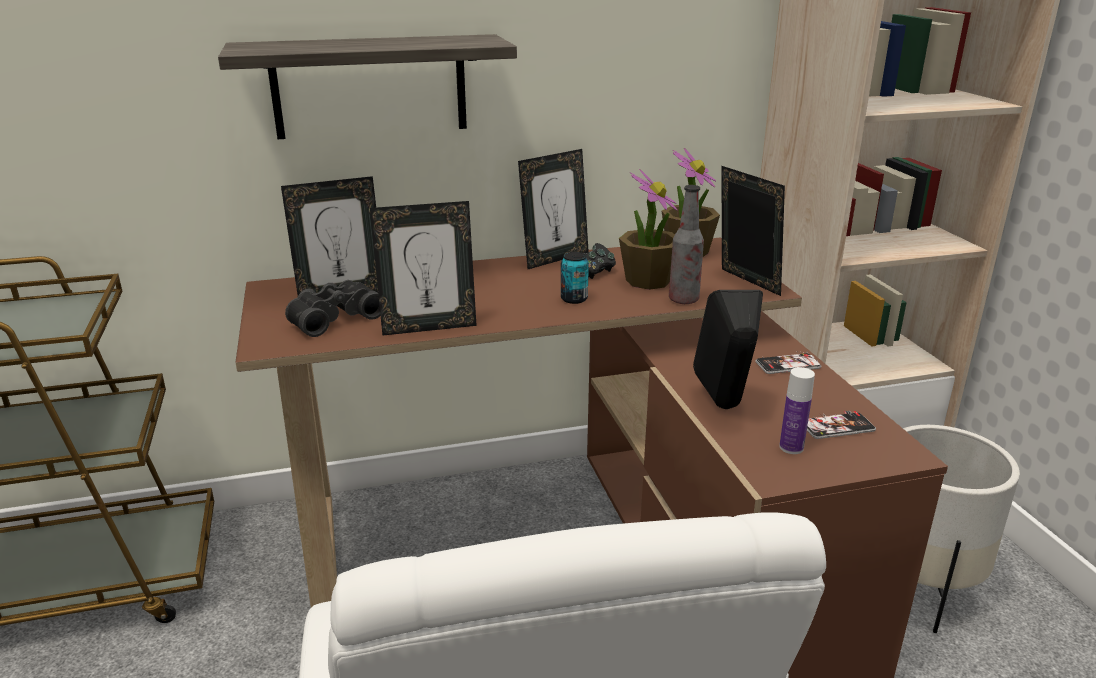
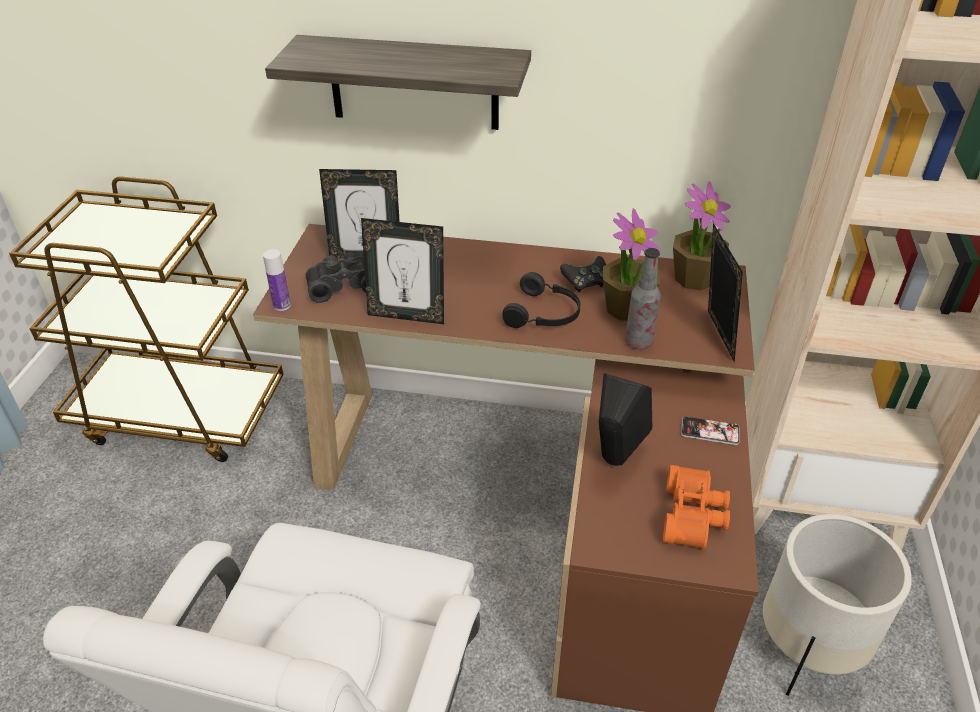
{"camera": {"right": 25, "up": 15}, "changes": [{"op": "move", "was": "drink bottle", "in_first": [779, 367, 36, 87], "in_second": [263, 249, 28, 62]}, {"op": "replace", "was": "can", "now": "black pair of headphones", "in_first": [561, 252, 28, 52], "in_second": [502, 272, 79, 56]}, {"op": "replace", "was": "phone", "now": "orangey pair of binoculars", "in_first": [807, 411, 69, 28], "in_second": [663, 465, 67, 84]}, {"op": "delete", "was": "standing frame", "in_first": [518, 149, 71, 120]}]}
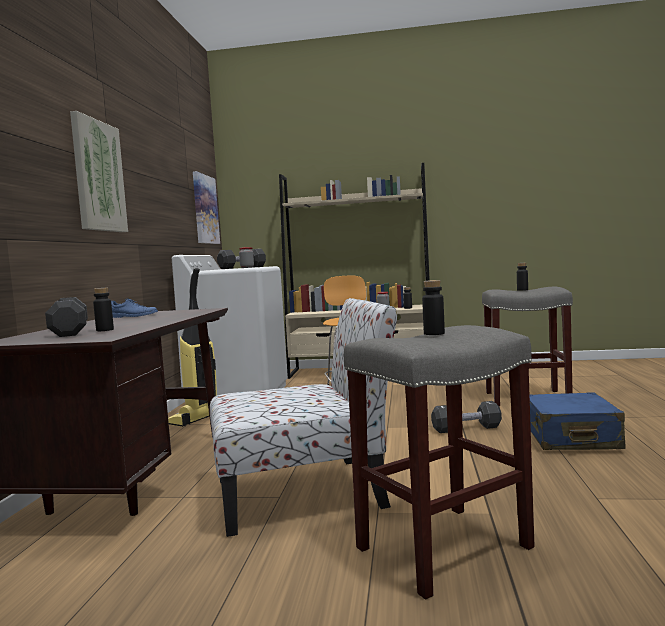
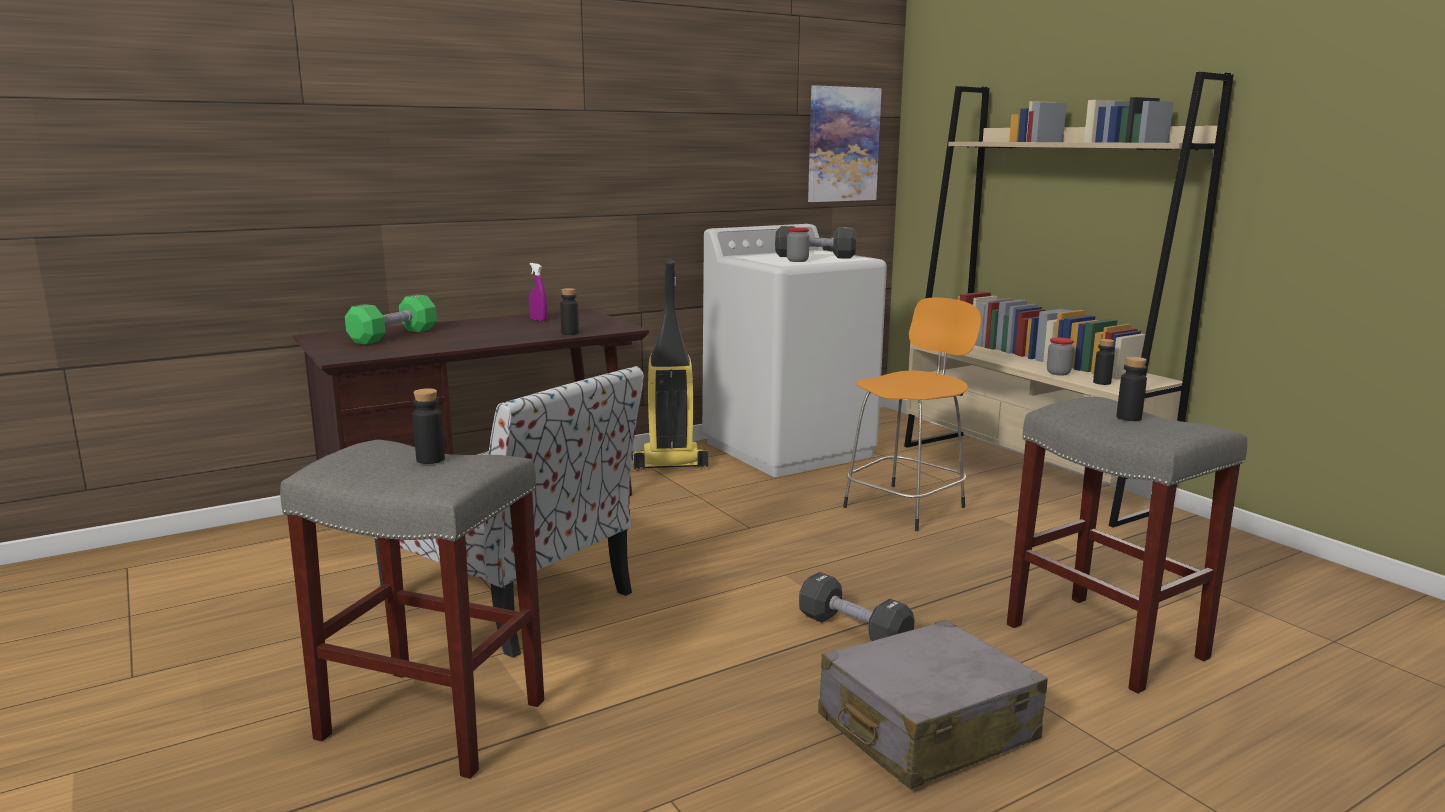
{"camera": {"right": 50, "up": 10}, "changes": [{"op": "recolor", "was": "black hand weight", "now": "green-coloured hand weight", "in_first": [45, 297, 43, 40], "in_second": [345, 295, 92, 50]}, {"op": "replace", "was": "blue-coloured item of footwear", "now": "purple-coloured spray bottle", "in_first": [111, 298, 47, 20], "in_second": [529, 263, 18, 58]}, {"op": "move", "was": "black drink bottle", "in_first": [93, 288, 21, 43], "in_second": [560, 288, 19, 47]}, {"op": "recolor", "was": "blue-coloured piece of luggage", "now": "gray piece of luggage", "in_first": [530, 392, 96, 58], "in_second": [818, 620, 230, 169]}, {"op": "delete", "was": "wall picture", "in_first": [70, 111, 58, 121]}]}
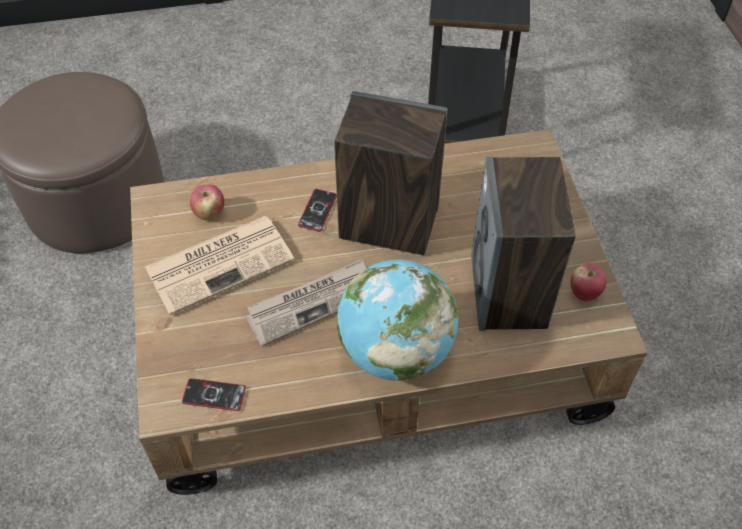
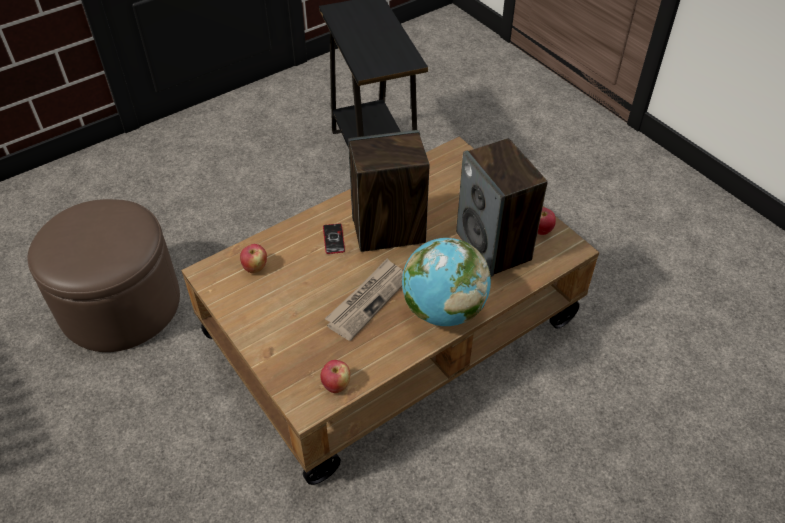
{"camera": {"right": -25, "up": -5}, "changes": [{"op": "replace", "was": "phone", "now": "apple", "in_first": [182, 378, 64, 33], "in_second": [320, 360, 30, 33]}, {"op": "delete", "was": "daily paper", "in_first": [145, 216, 150, 99]}]}
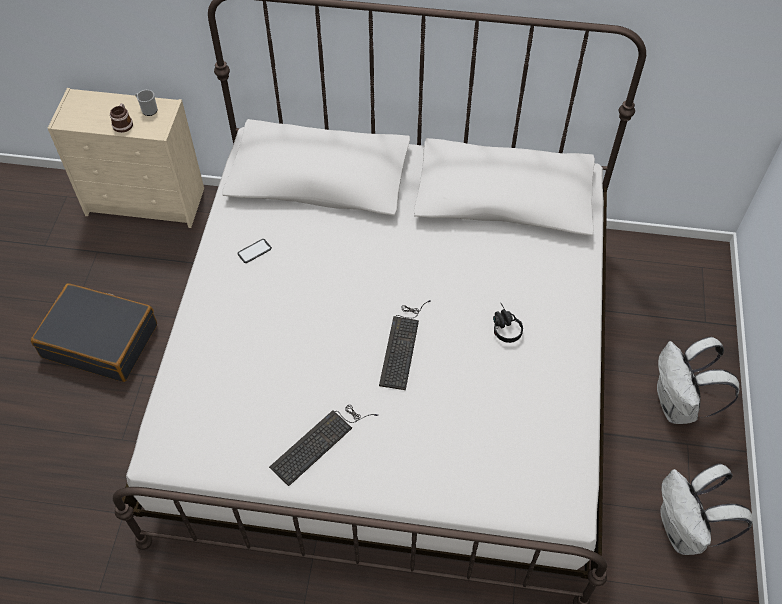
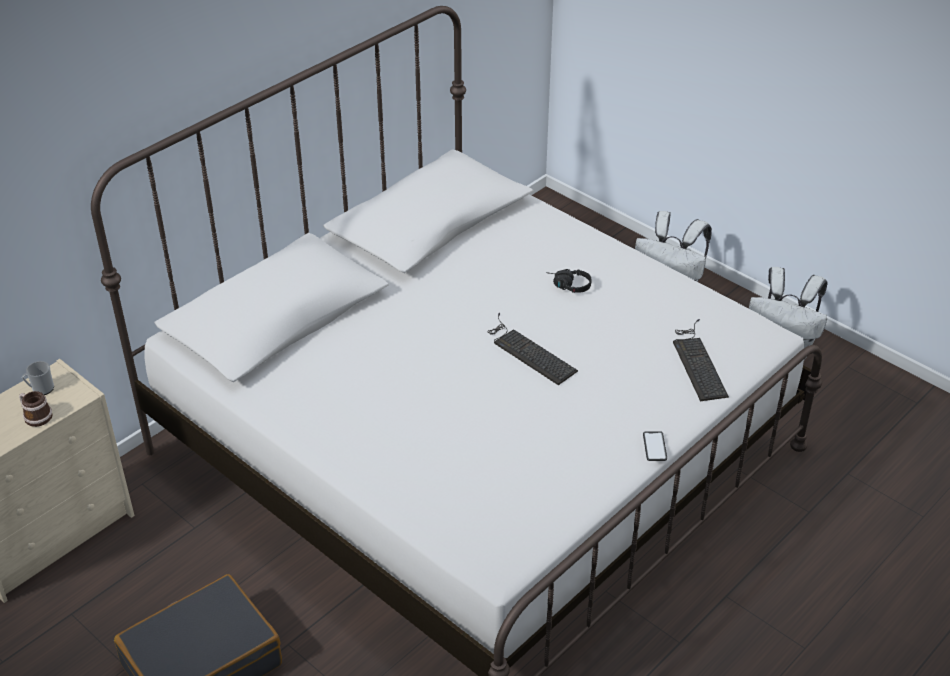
{"camera": {"right": -55, "up": -15}, "changes": [{"op": "move", "was": "phone", "in_first": [237, 239, 35, 24], "in_second": [643, 431, 24, 30]}, {"op": "move", "was": "PC keyboard", "in_first": [269, 405, 109, 81], "in_second": [673, 319, 56, 82]}]}
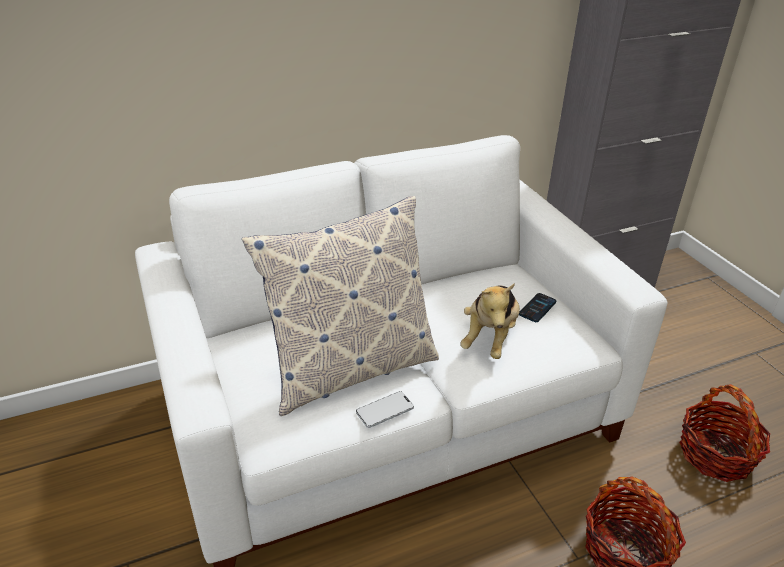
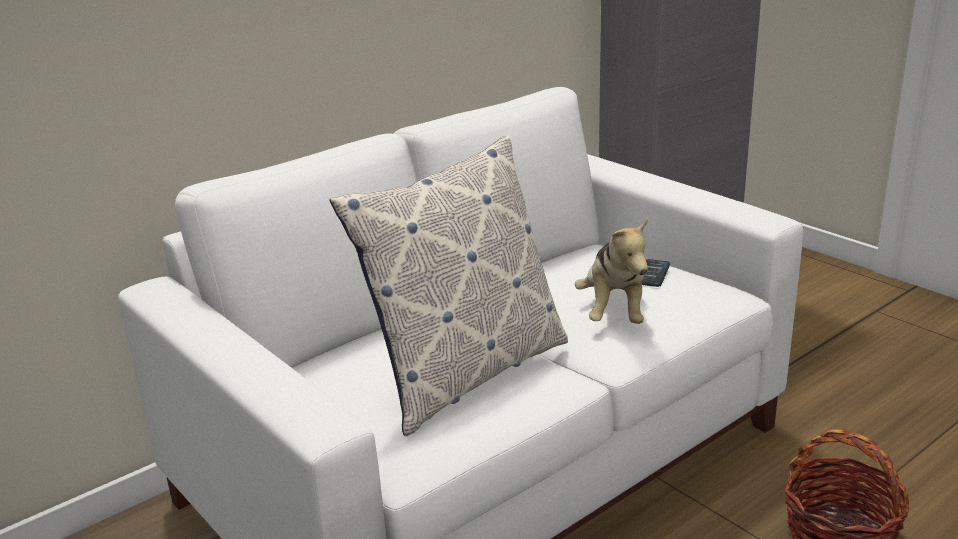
{"camera": {"right": -15, "up": -10}, "changes": [{"op": "delete", "was": "phone", "in_first": [356, 391, 58, 37]}, {"op": "delete", "was": "household basket", "in_first": [679, 384, 91, 98]}]}
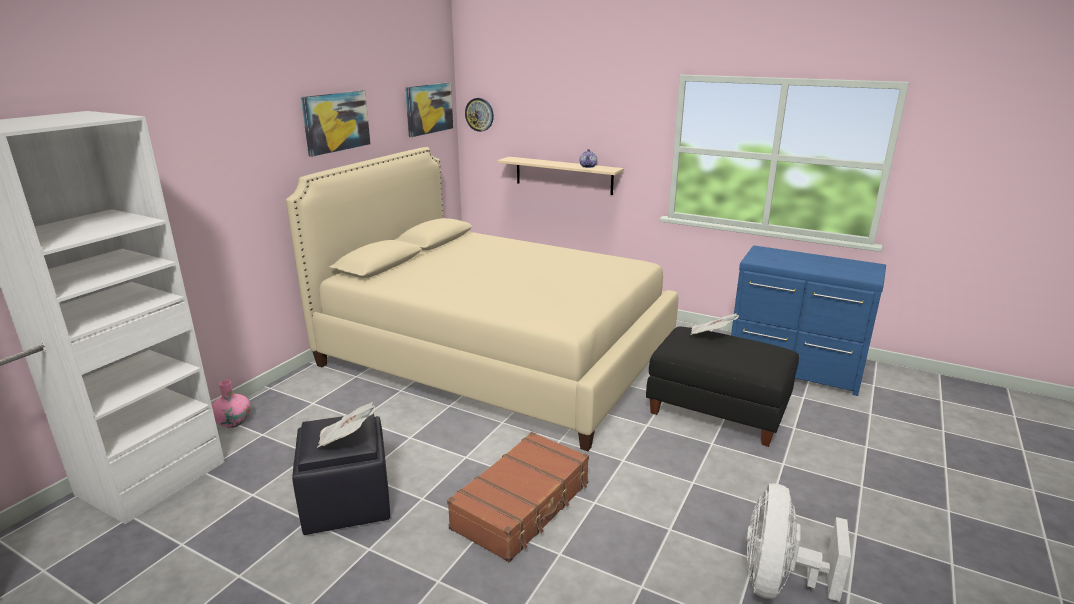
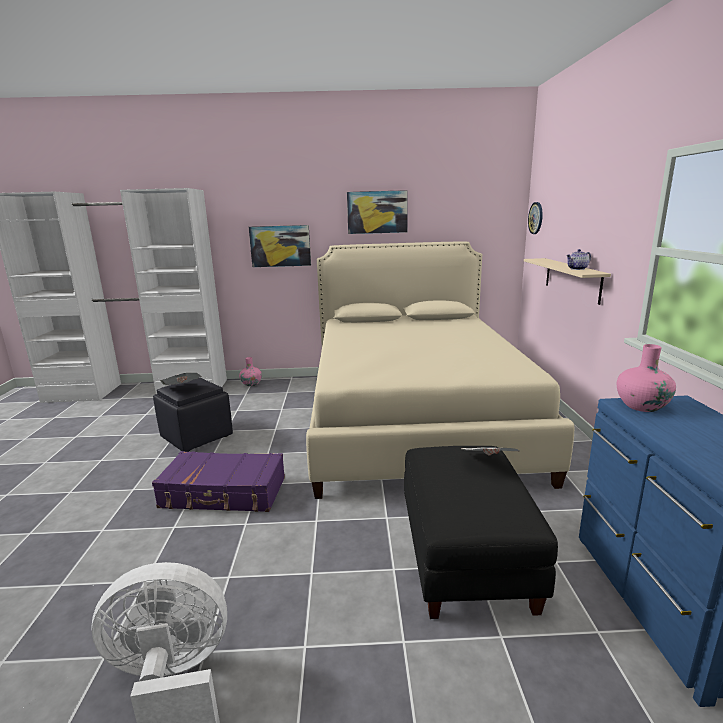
{"camera": {"right": 60, "up": -5}, "changes": [{"op": "recolor", "was": "brown-coloured piece of luggage", "now": "purple-coloured piece of luggage", "in_first": [447, 432, 142, 130], "in_second": [152, 451, 133, 61]}, {"op": "move", "was": "wall picture", "in_first": [405, 82, 48, 55], "in_second": [249, 225, 62, 42]}, {"op": "insert", "now": "pink-coloured vase", "in_second": [617, 344, 59, 68]}]}
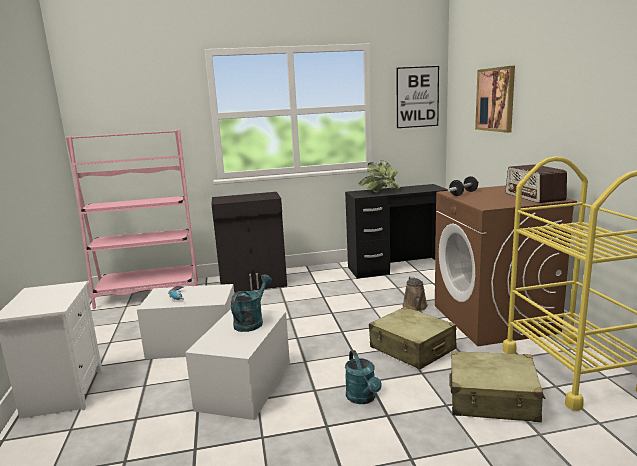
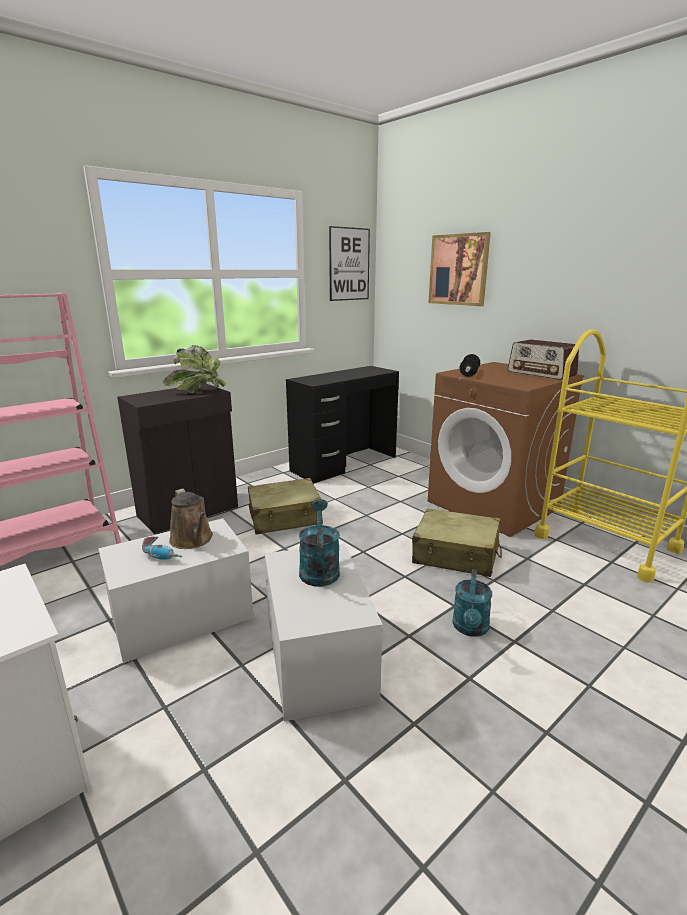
{"camera": {"right": -30, "up": 5}, "changes": [{"op": "move", "was": "plant in a pot", "in_first": [359, 160, 41, 32], "in_second": [163, 345, 64, 48]}, {"op": "move", "was": "brown-coloured watering pot", "in_first": [403, 276, 25, 35], "in_second": [169, 489, 44, 60]}, {"op": "move", "was": "beige-coloured piece of luggage", "in_first": [449, 351, 97, 71], "in_second": [248, 478, 75, 56]}, {"op": "rotate", "was": "turquoise-coloured watering pot", "in_first": [345, 350, 37, 54], "in_second": [452, 569, 40, 68], "clockwise": 60}]}
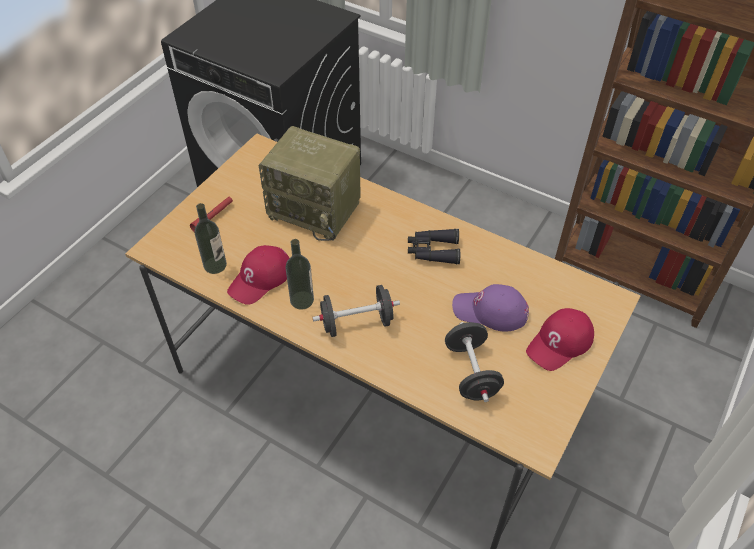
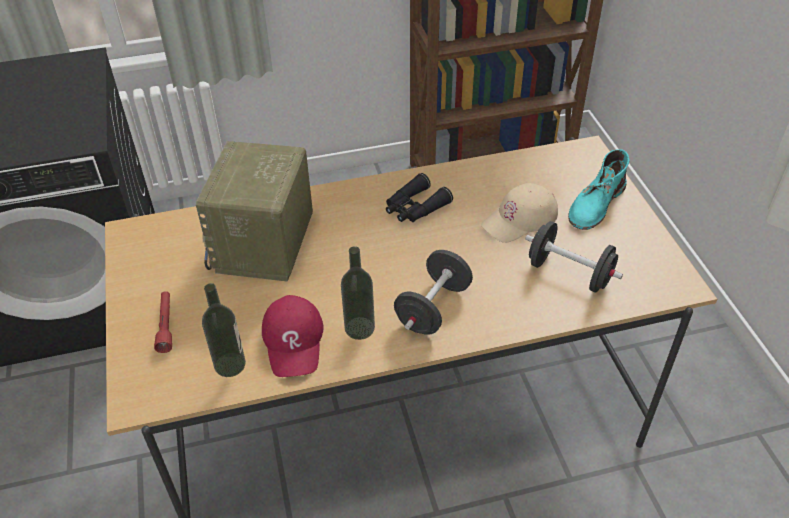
{"camera": {"right": -45, "up": -5}, "changes": [{"op": "rotate", "was": "radio", "in_first": [259, 126, 102, 115], "in_second": [196, 141, 117, 141], "clockwise": 120}, {"op": "recolor", "was": "purple-coloured peaked cap", "now": "beige-coloured peaked cap", "in_first": [452, 284, 77, 47], "in_second": [481, 183, 77, 60]}, {"op": "replace", "was": "reddish peaked cap", "now": "turquoise-coloured tall boot", "in_first": [526, 308, 68, 63], "in_second": [568, 149, 62, 81]}]}
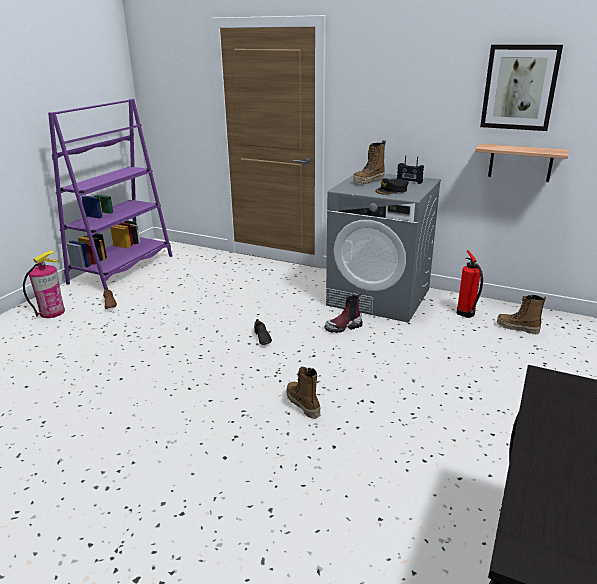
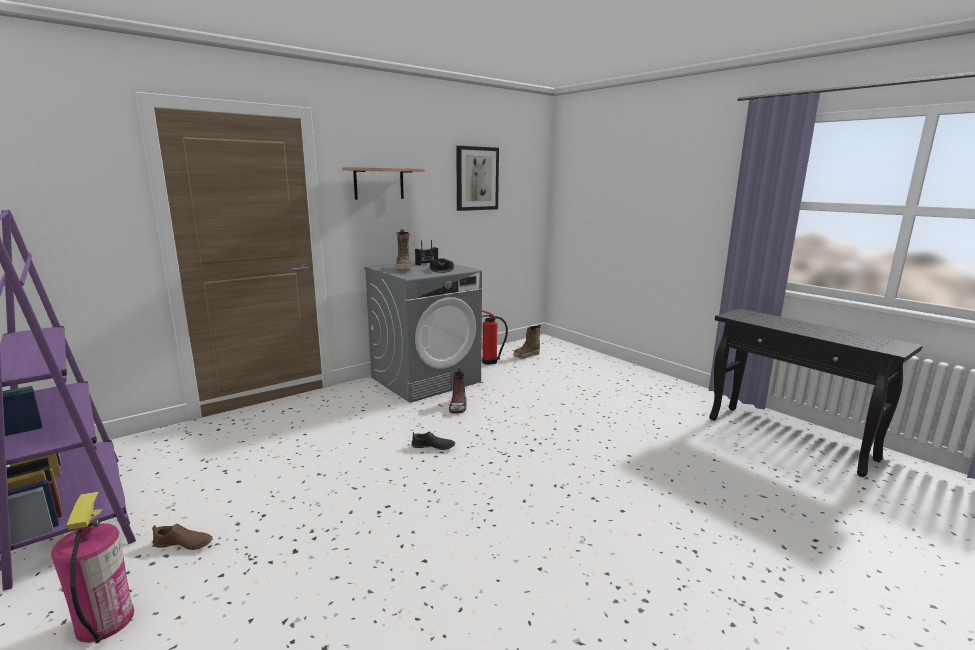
{"camera": {"right": -65, "up": -10}, "changes": [{"op": "move", "was": "bracket shelf", "in_first": [475, 143, 94, 39], "in_second": [342, 167, 83, 33]}, {"op": "delete", "was": "tall boot", "in_first": [286, 367, 35, 52]}]}
